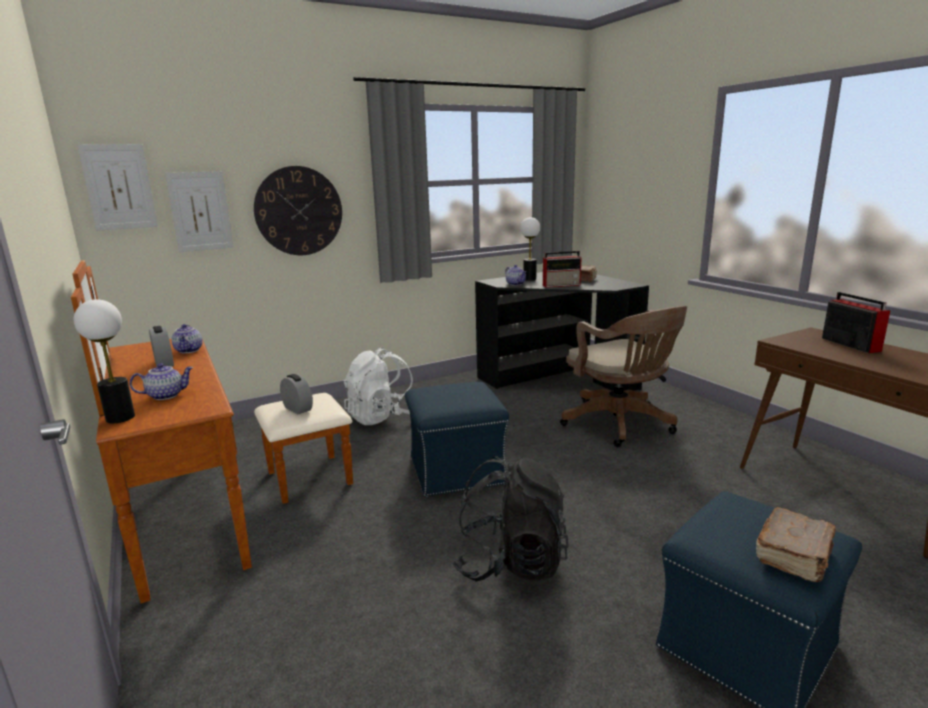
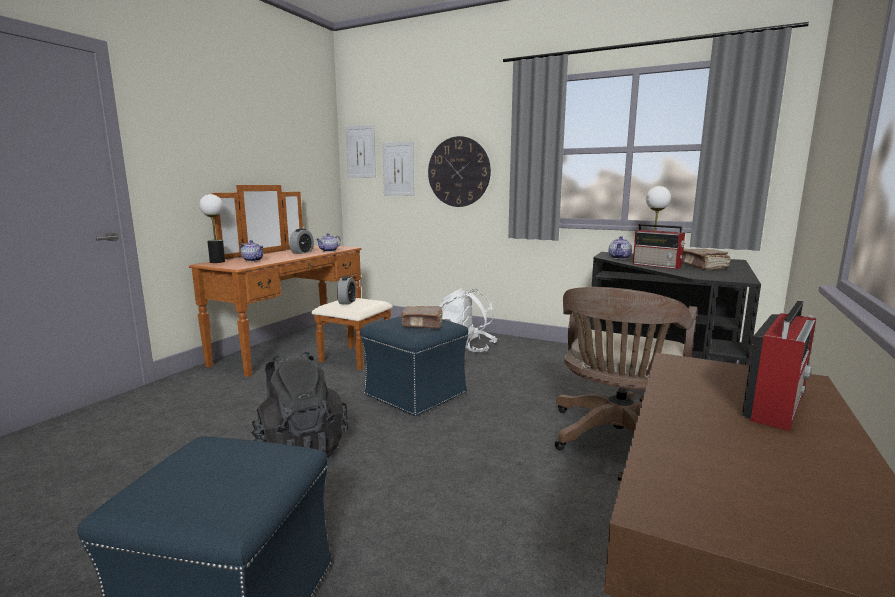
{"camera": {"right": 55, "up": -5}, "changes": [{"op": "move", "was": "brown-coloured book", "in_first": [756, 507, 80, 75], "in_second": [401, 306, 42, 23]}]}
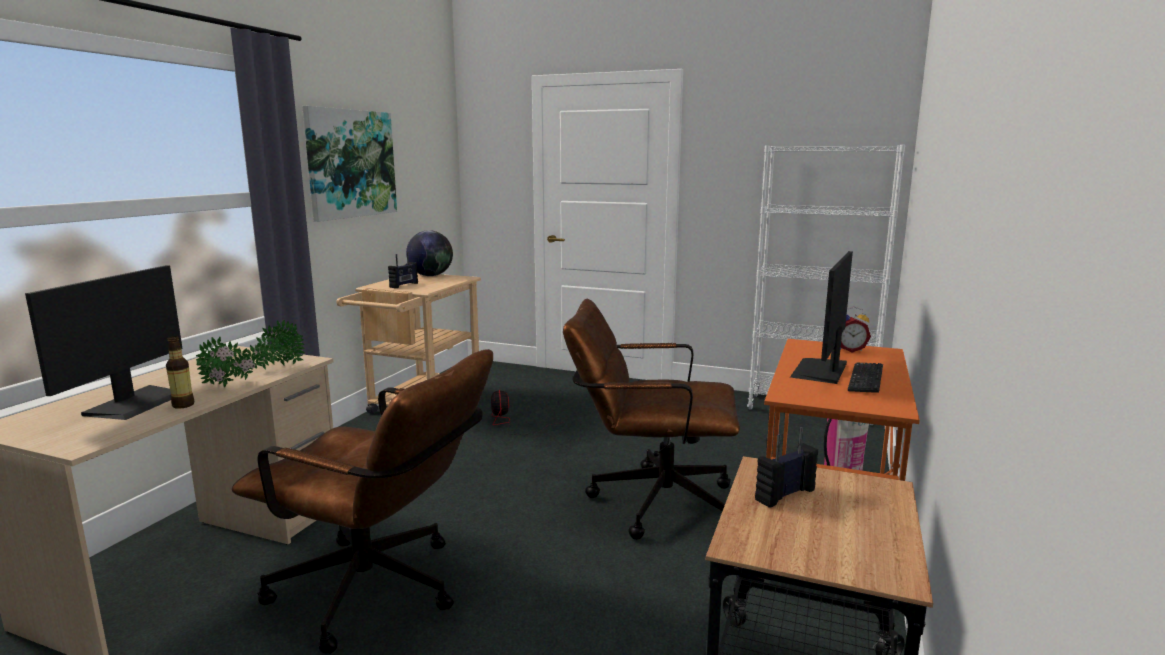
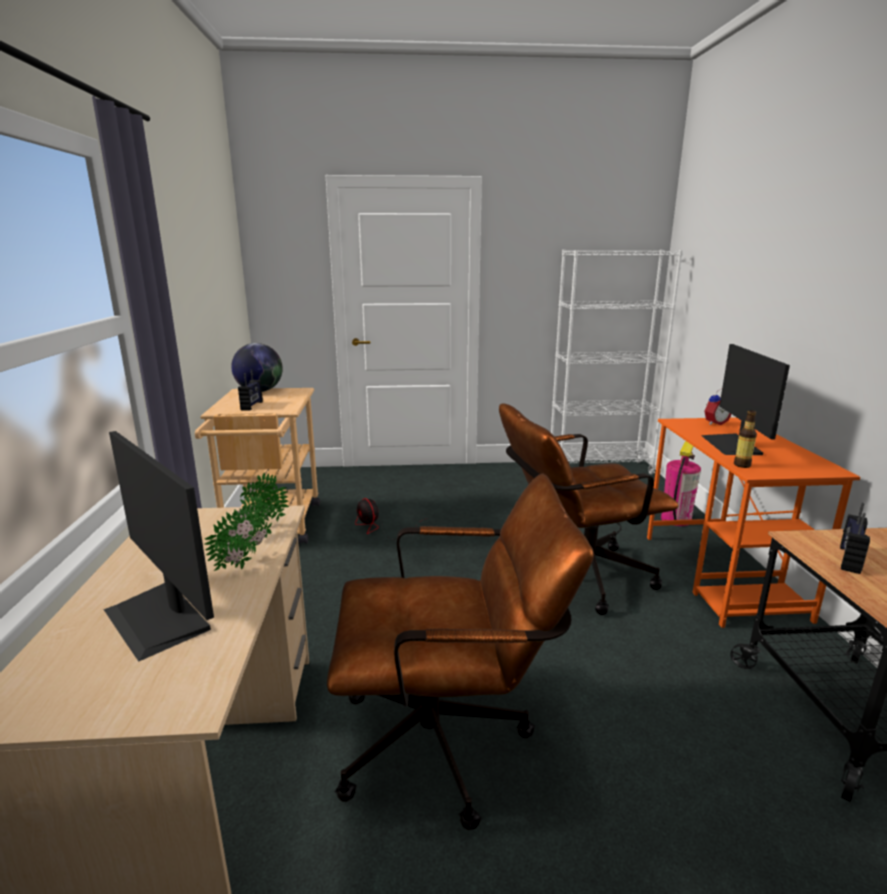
{"camera": {"right": -25, "up": 5}, "changes": [{"op": "rotate", "was": "monitor", "in_first": [25, 265, 157, 155], "in_second": [103, 431, 111, 231], "clockwise": 150}, {"op": "move", "was": "drink bottle", "in_first": [166, 336, 28, 73], "in_second": [734, 410, 23, 58]}, {"op": "delete", "was": "wall picture", "in_first": [302, 106, 95, 116]}, {"op": "delete", "was": "PC keyboard", "in_first": [848, 363, 35, 30]}]}
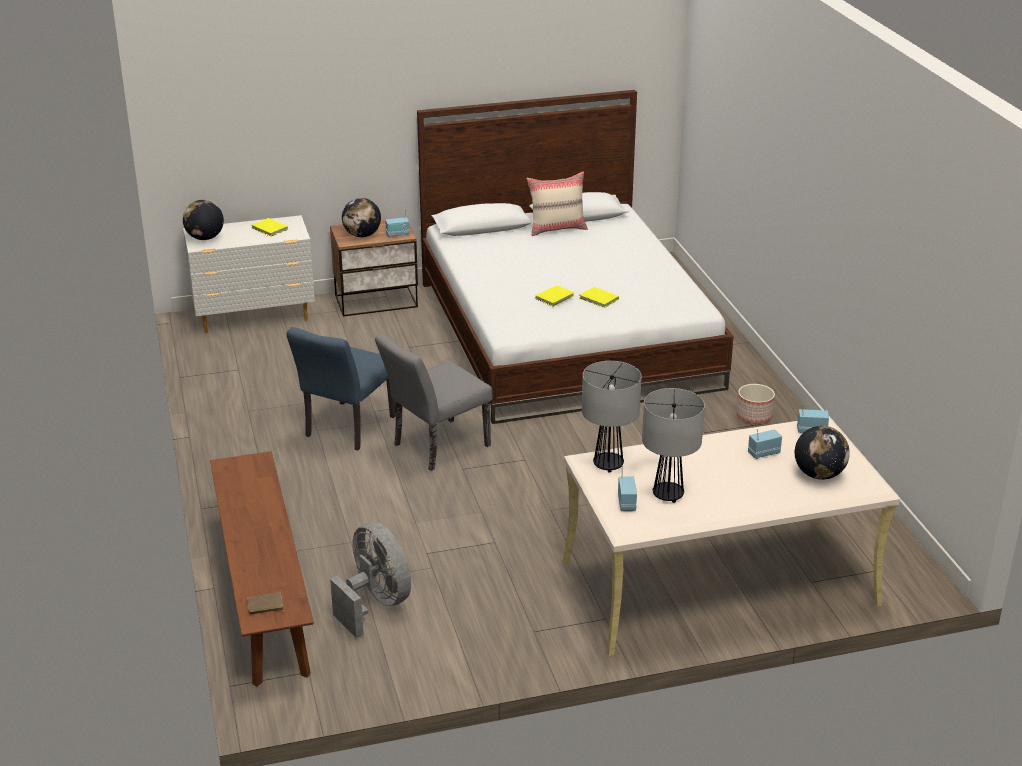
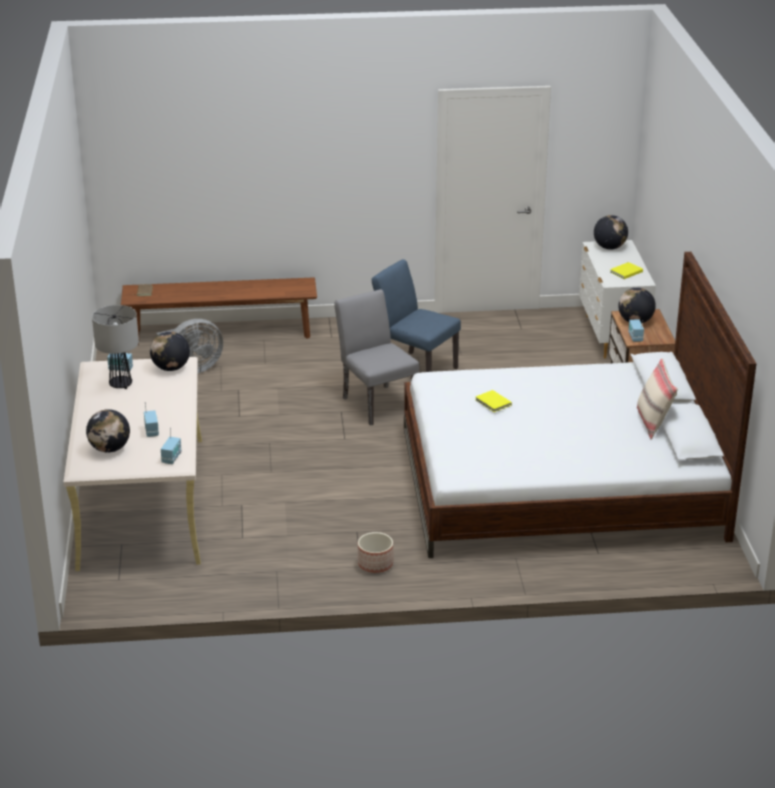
{"camera": {"right": 100, "up": 0}, "changes": [{"op": "replace", "was": "table lamp", "now": "globe", "in_first": [582, 361, 59, 112], "in_second": [150, 331, 40, 40]}, {"op": "delete", "was": "yellow-coloured book", "in_first": [579, 287, 40, 21]}]}
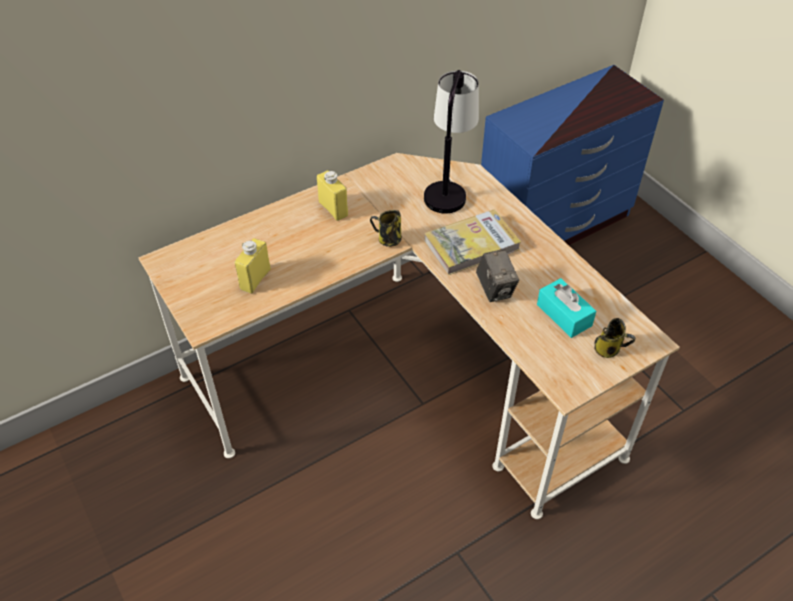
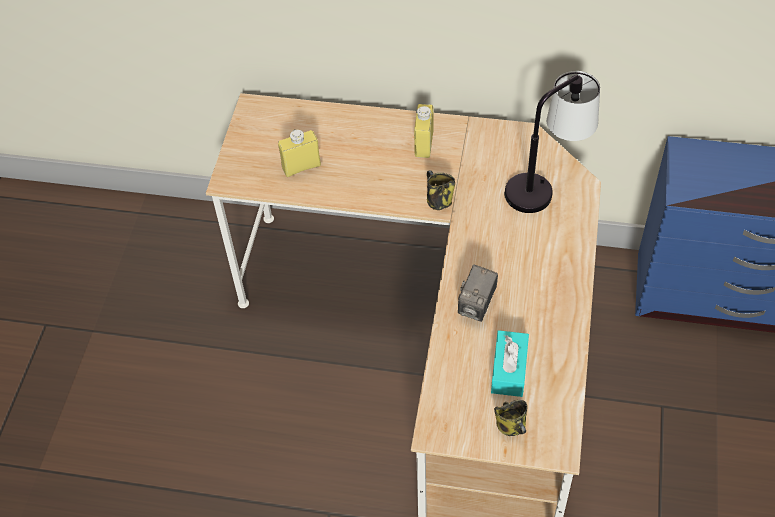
{"camera": {"right": 45, "up": 5}, "changes": [{"op": "delete", "was": "book", "in_first": [424, 209, 97, 66]}]}
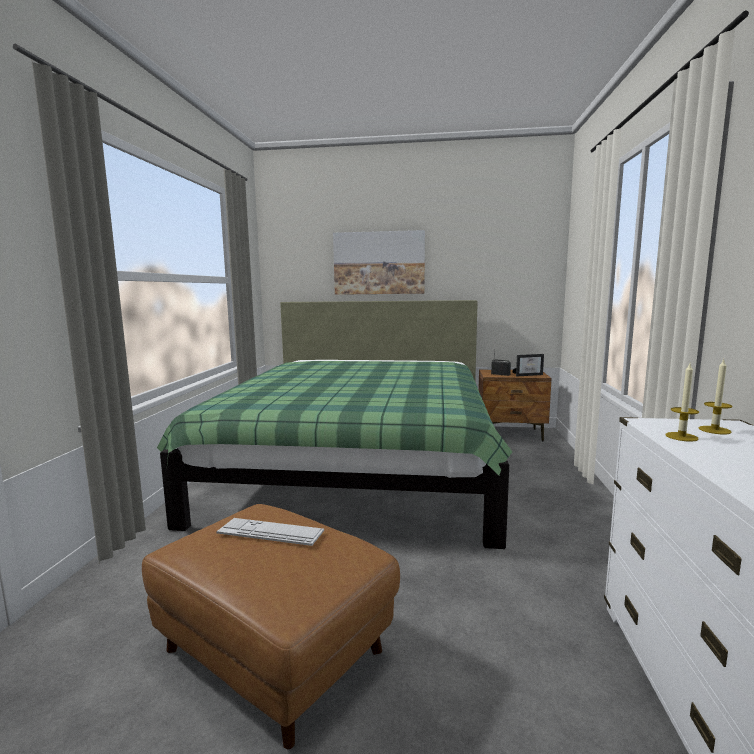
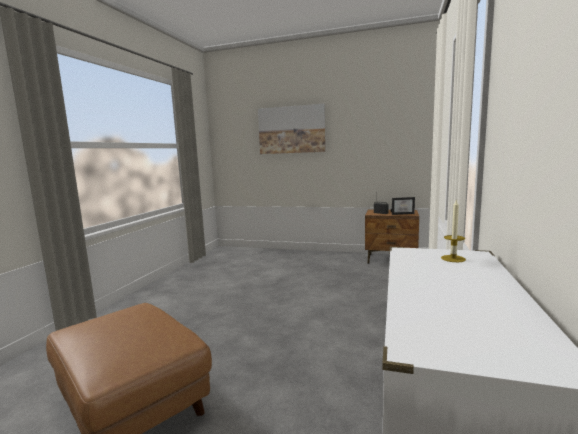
{"camera": {"right": 10, "up": 0}, "changes": [{"op": "delete", "was": "green-coloured sleeping bed", "in_first": [157, 300, 355, 249]}, {"op": "delete", "was": "PC keyboard", "in_first": [217, 518, 107, 28]}, {"op": "delete", "was": "wax candle", "in_first": [665, 364, 34, 78]}]}
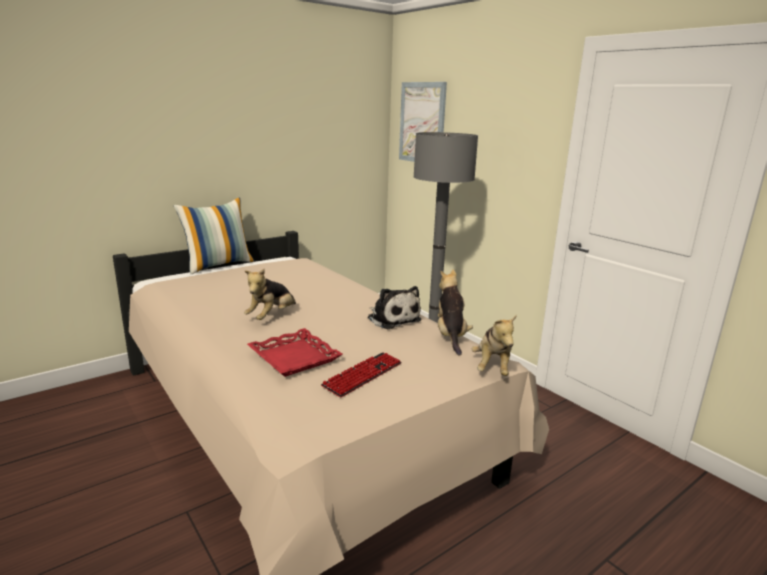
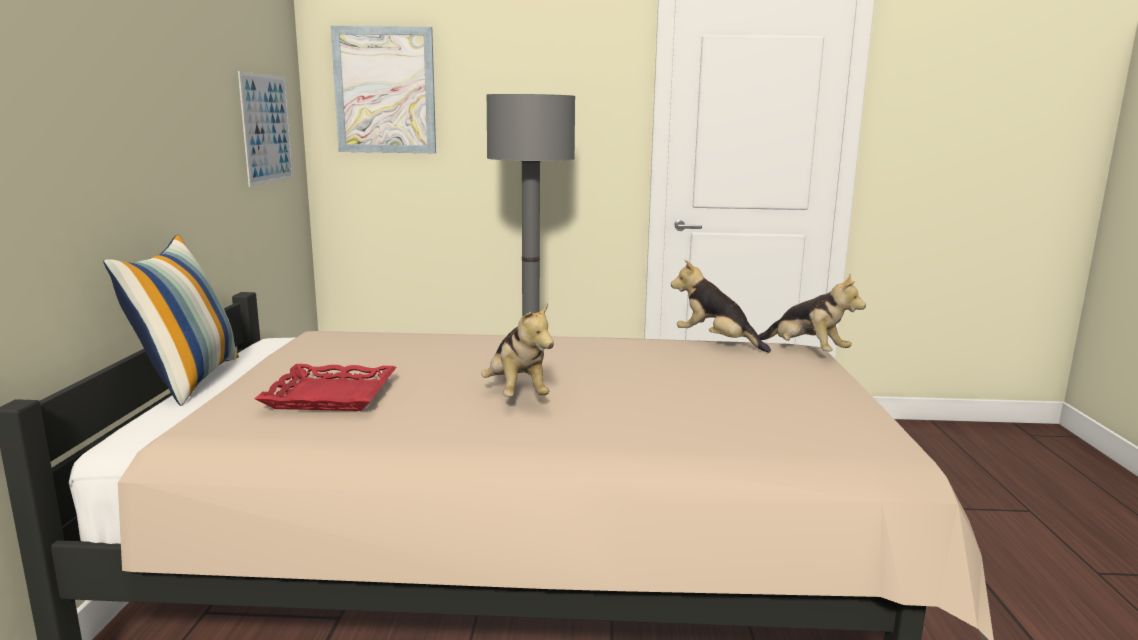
{"camera": {"right": -50, "up": -5}, "changes": [{"op": "insert", "now": "wall picture", "in_second": [238, 71, 56, 116]}, {"op": "move", "was": "reddish tray", "in_first": [247, 328, 95, 49], "in_second": [254, 364, 143, 47]}, {"op": "delete", "was": "PC keyboard", "in_first": [321, 352, 81, 46]}, {"op": "delete", "was": "cuddly toy", "in_first": [368, 286, 53, 43]}]}
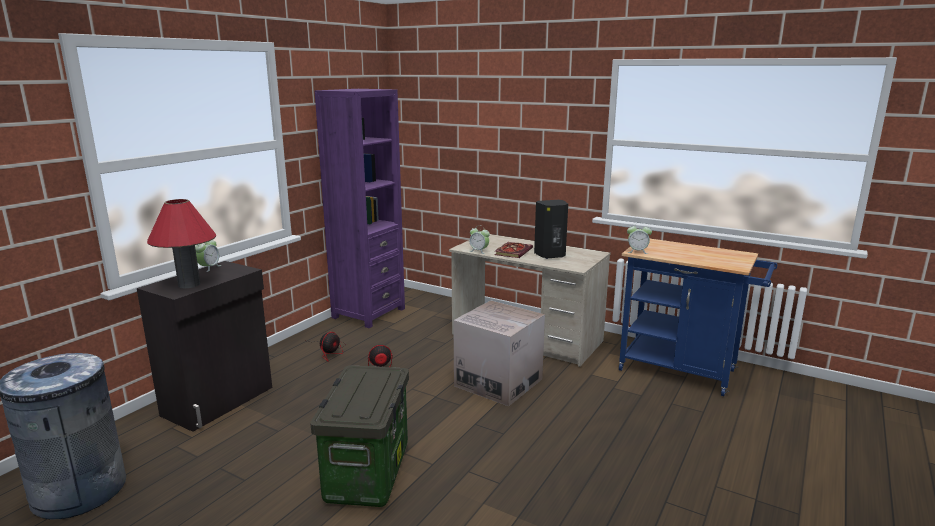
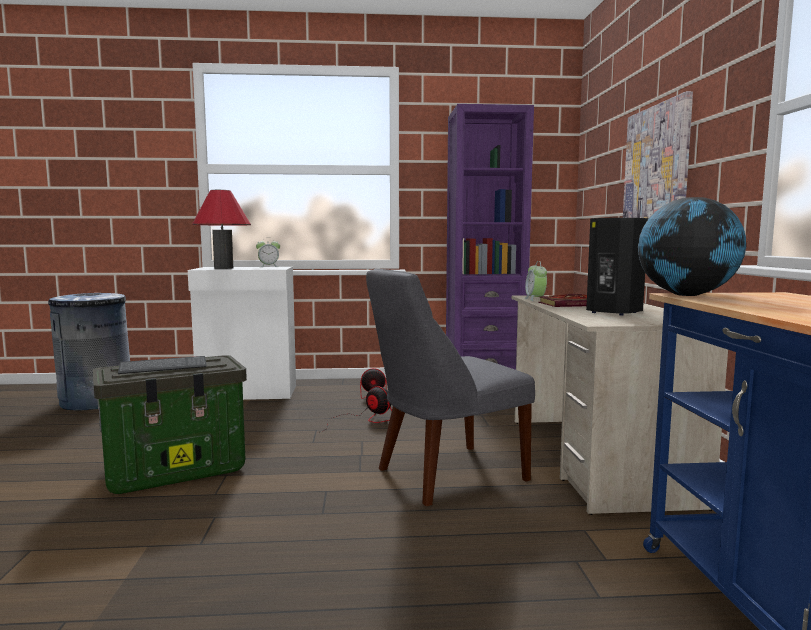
{"camera": {"right": 55, "up": -10}, "changes": [{"op": "insert", "now": "PC keyboard", "in_second": [118, 356, 89, 18]}, {"op": "recolor", "was": "black cabinet", "now": "whitish cabinet", "in_first": [137, 261, 135, 171], "in_second": [188, 267, 108, 133]}, {"op": "replace", "was": "packing box", "now": "gray plain chair", "in_first": [453, 300, 92, 106], "in_second": [366, 269, 169, 237]}, {"op": "insert", "now": "wall picture", "in_second": [623, 91, 70, 128]}, {"op": "replace", "was": "bedside clock", "now": "globe", "in_first": [627, 223, 25, 31], "in_second": [638, 197, 108, 99]}]}
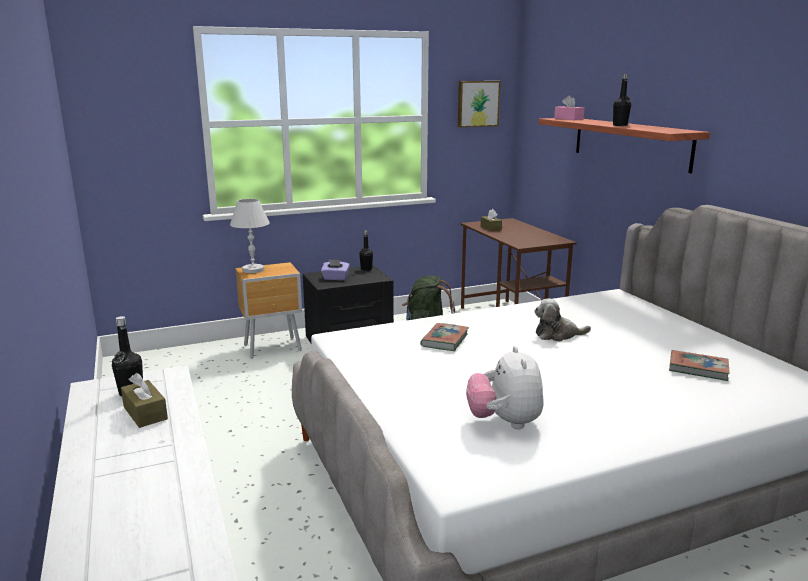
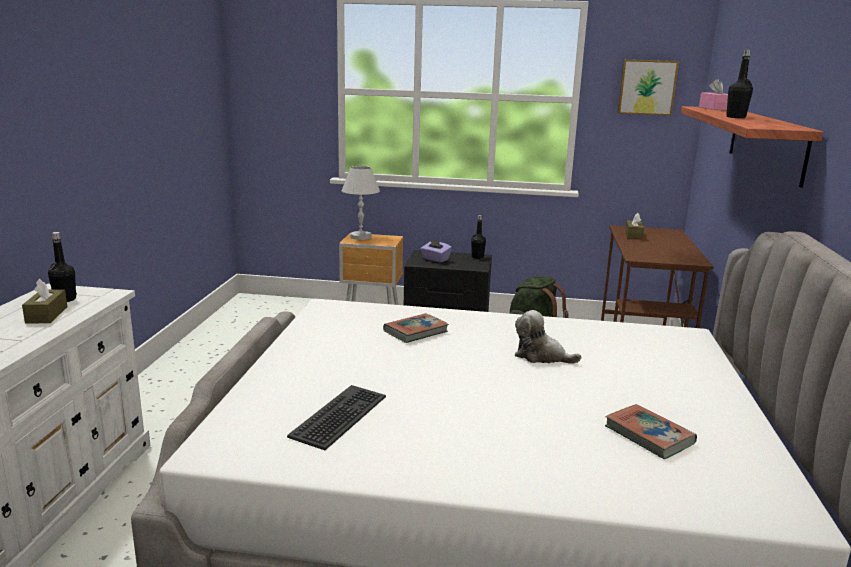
{"camera": {"right": 30, "up": 0}, "changes": [{"op": "replace", "was": "cuddly toy", "now": "PC keyboard", "in_first": [466, 346, 78, 83], "in_second": [287, 385, 99, 65]}]}
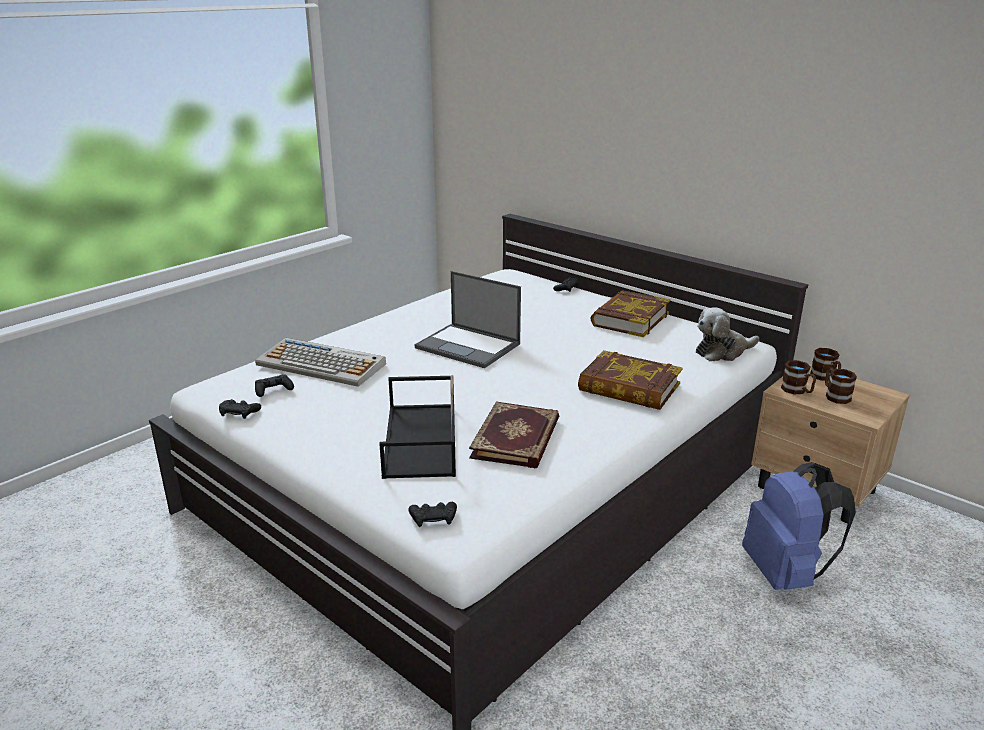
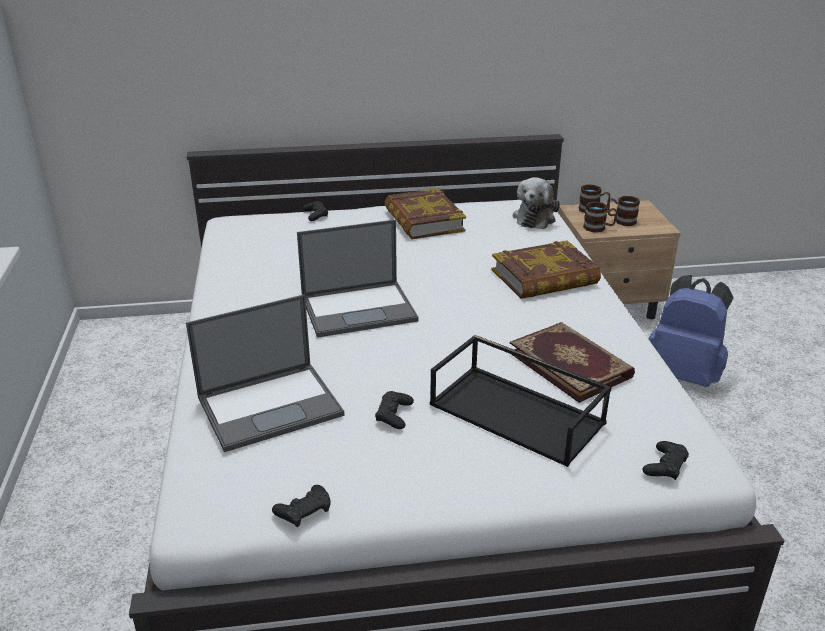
{"camera": {"right": -50, "up": 5}, "changes": [{"op": "replace", "was": "PC keyboard", "now": "notebook computer", "in_first": [255, 338, 131, 49], "in_second": [186, 294, 159, 158]}, {"op": "move", "was": "black game controller", "in_first": [255, 374, 39, 23], "in_second": [375, 391, 39, 38]}]}
